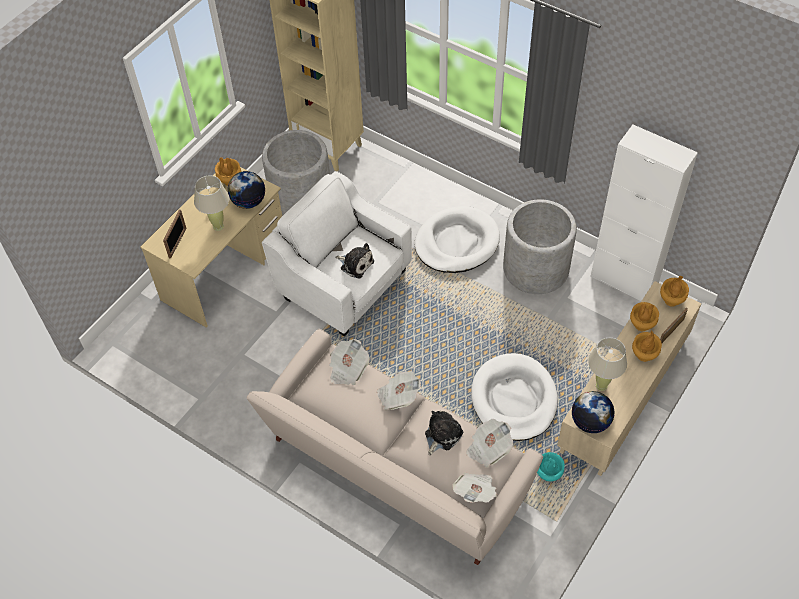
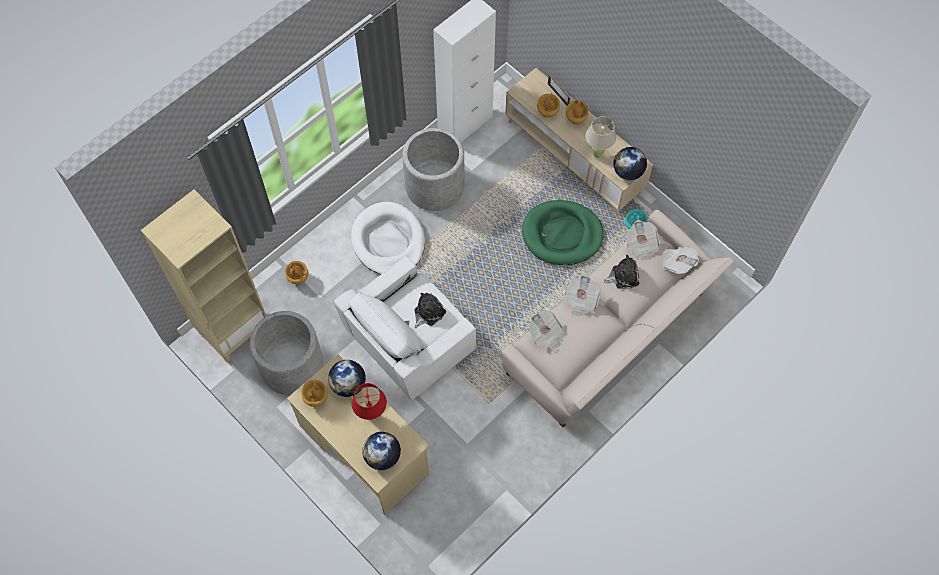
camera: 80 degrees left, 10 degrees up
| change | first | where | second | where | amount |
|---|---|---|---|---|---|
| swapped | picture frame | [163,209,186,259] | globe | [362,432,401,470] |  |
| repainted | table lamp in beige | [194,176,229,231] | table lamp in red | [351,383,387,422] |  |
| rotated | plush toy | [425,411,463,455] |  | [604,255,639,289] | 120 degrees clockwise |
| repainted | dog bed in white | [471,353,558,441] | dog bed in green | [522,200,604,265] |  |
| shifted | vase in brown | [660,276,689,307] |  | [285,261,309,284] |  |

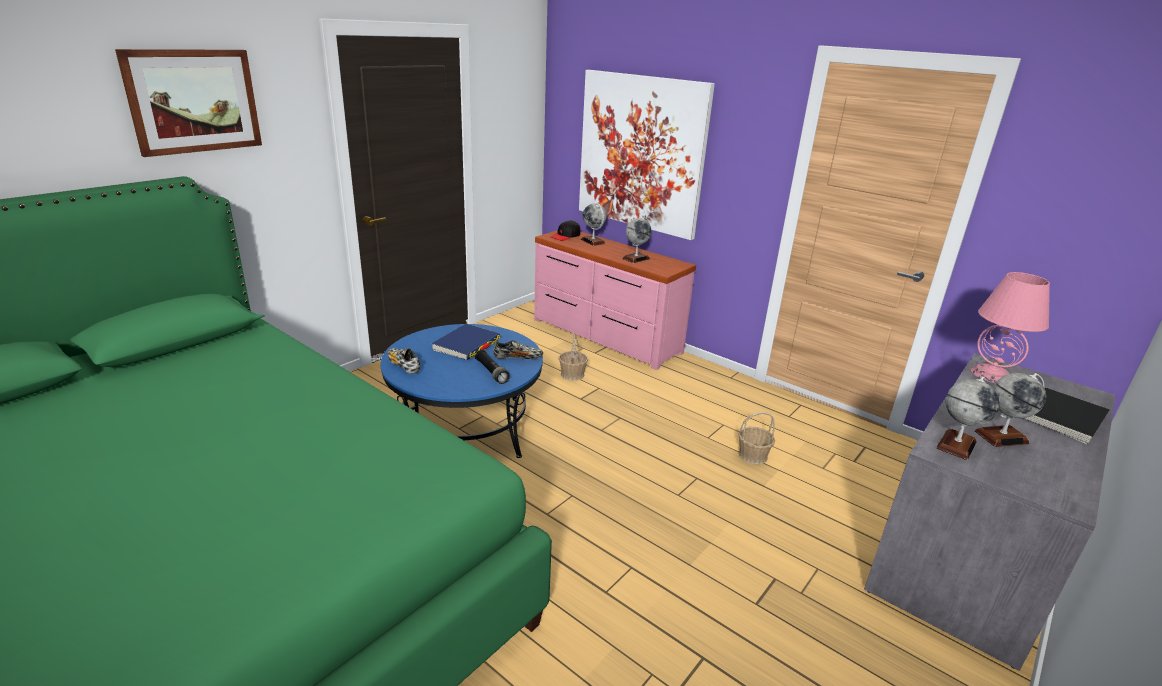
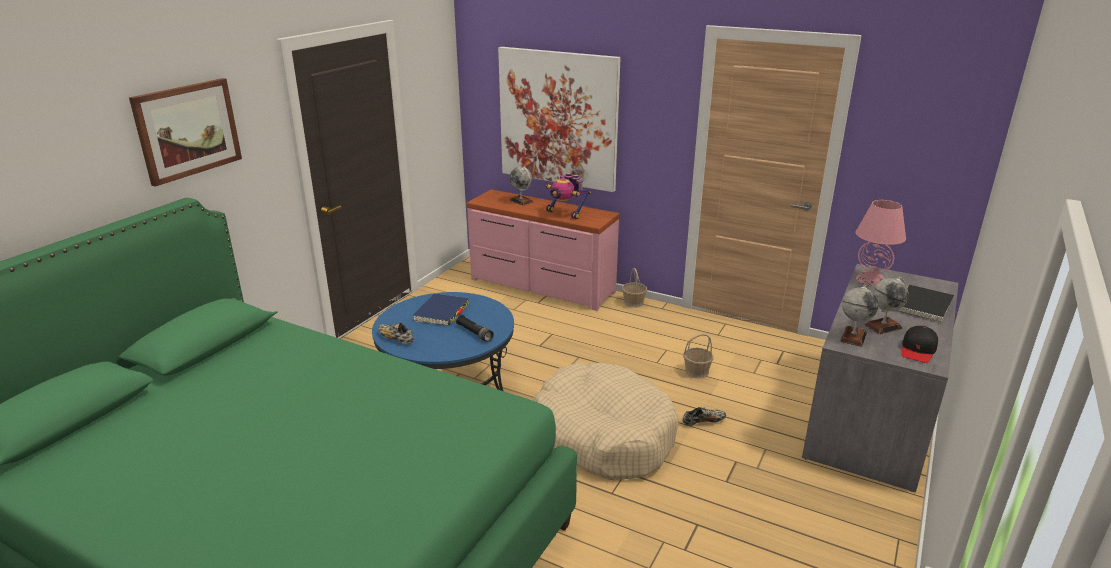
camera: 10 degrees left, 0 degrees up
| change | first | where | second | where | amount |
|---|---|---|---|---|---|
| shifted | shoe | [493,340,543,359] |  | [682,407,726,426] |  |
| shifted | cap in black | [551,220,580,241] |  | [901,326,938,363] |  |
| shifted | basket | [559,334,588,381] |  | [622,268,647,308] |  |
| swapped | globe | [622,216,652,263] | toy robot | [546,173,591,219] |  |
| new |  |  | dog bed in beige | [533,362,679,480] |  |

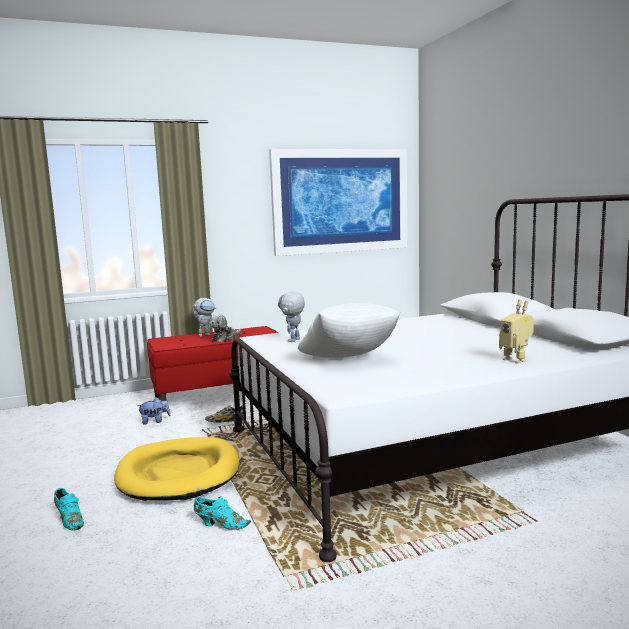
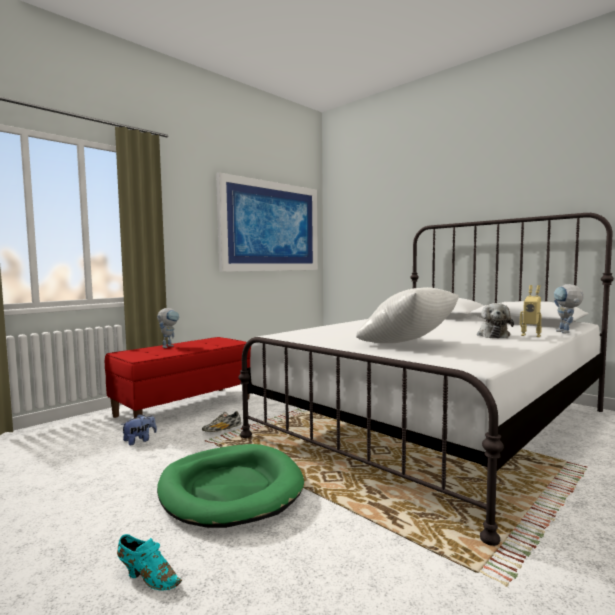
camera: 25 degrees left, 5 degrees down
| change | first | where | second | where | amount |
|---|---|---|---|---|---|
| repainted | dog bed in yellow | [114,437,239,501] | dog bed in green | [157,444,304,528] |  |
| gone | shoe in turquoise | [194,496,251,530] |  |  |  |
| shifted | plush toy | [210,314,242,342] |  | [477,303,514,338] |  |
| shifted | toy robot | [278,291,305,342] |  | [554,284,584,333] |  |

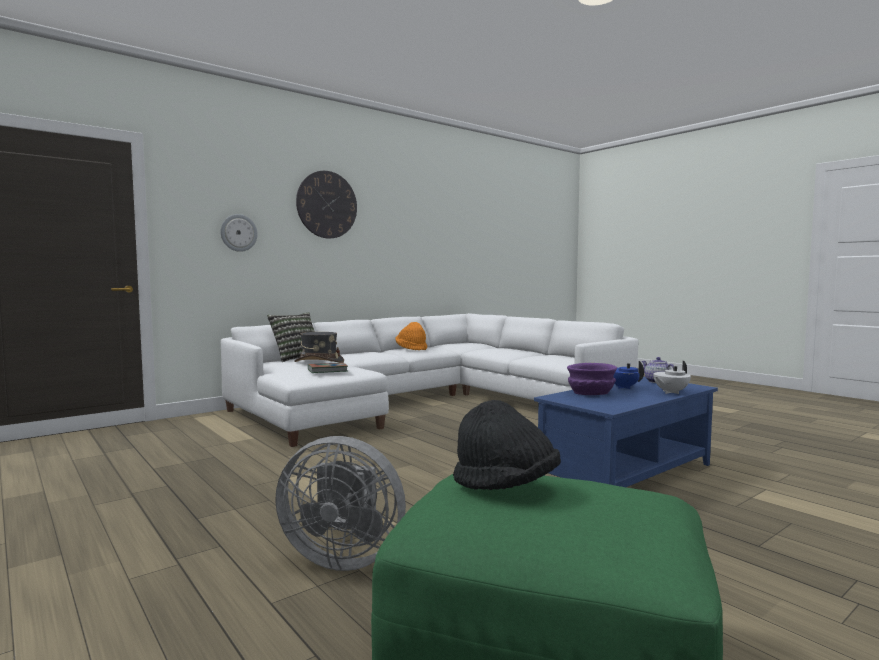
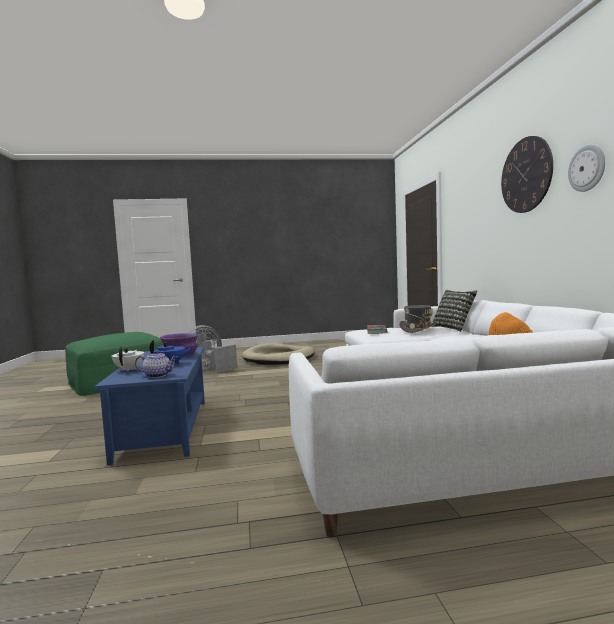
camera: 120 degrees right, 0 degrees up
| change | first | where | second | where | amount |
|---|---|---|---|---|---|
| shifted | wall clock | [221,214,258,252] |  | [568,145,605,192] |  |
| gone | hat in black | [453,400,561,490] |  |  |  |
| new |  |  | dog bed in beige | [242,343,315,365] |  |

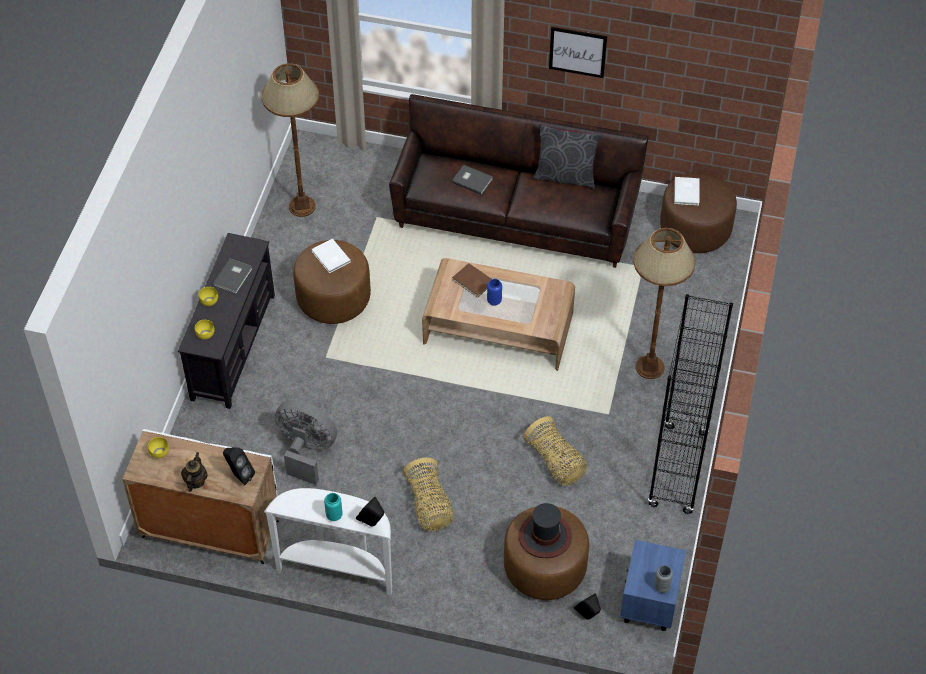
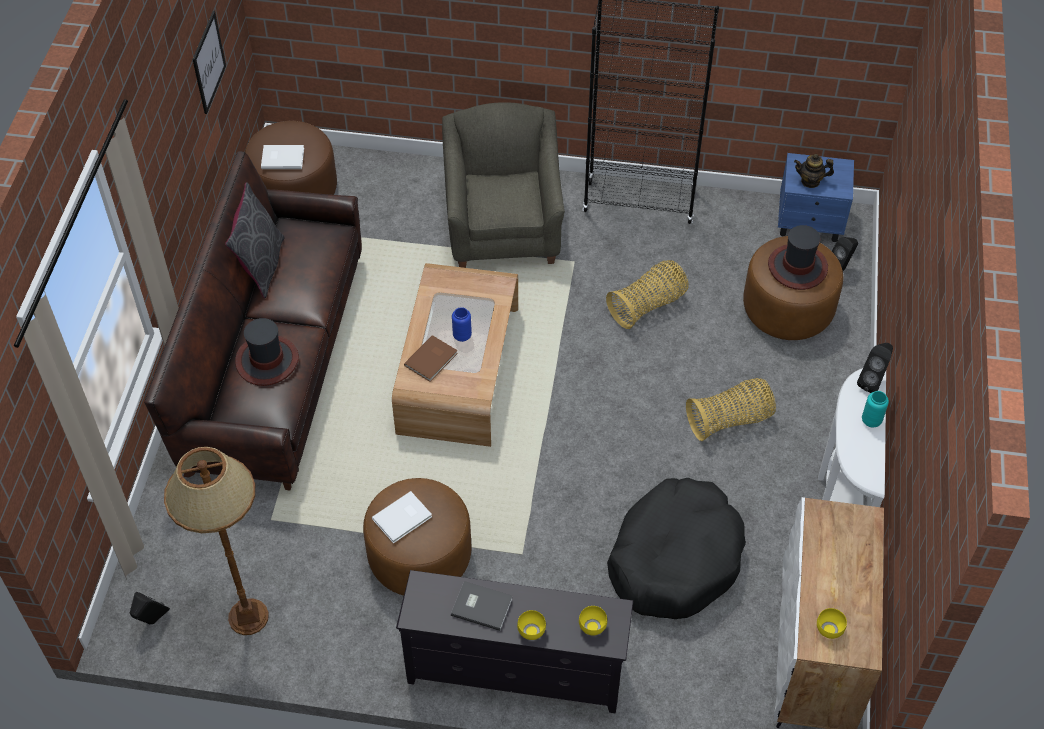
camera: 95 degrees left, 0 degrees up
| change | first | where | second | where | amount |
|---|---|---|---|---|---|
| shifted | teapot | [181,452,208,492] |  | [794,154,834,188] |  |
| shifted | speaker in black | [223,447,255,485] |  | [130,592,170,624] |  |
| swapped | fan in grey | [275,400,337,485] | dog bed in black | [607,478,746,619] |  |
| swapped | book in grey | [452,165,493,195] | hat | [235,318,299,386] |  |
| shifted | picture | [549,27,607,78] |  | [192,11,226,114] |  |
| swapped | floor lamp in brown | [633,228,696,379] | armchair in grey | [442,102,565,268] |  |
| gone | vase in grey | [654,565,673,593] |  |  |  |

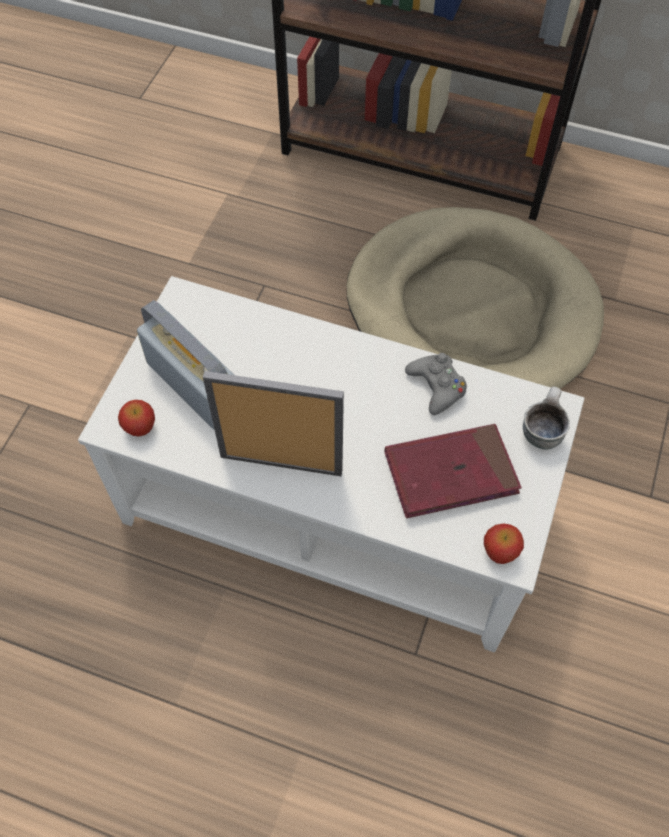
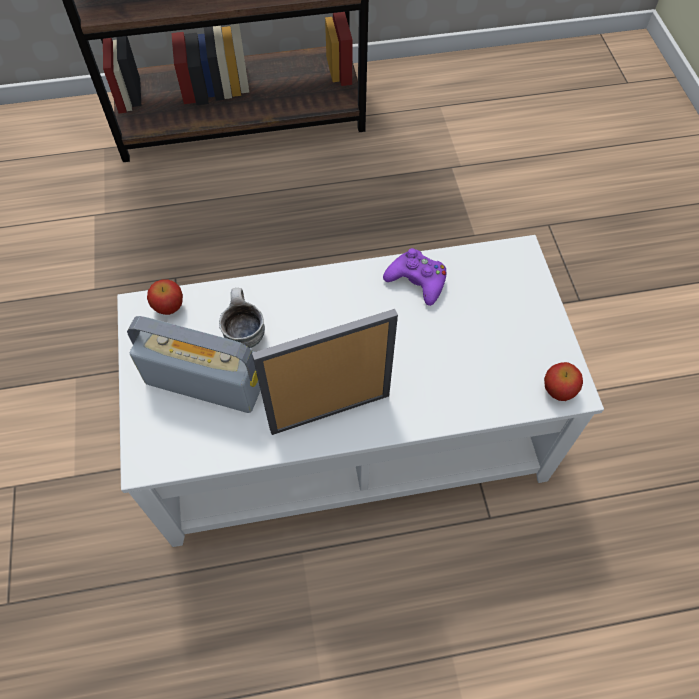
camera: 30 degrees left, 0 degrees up
| change | first | where | second | where | amount |
|---|---|---|---|---|---|
| shifted | apple | [118,400,155,436] |  | [147,279,183,315] |  |
| gone | dog bed in beige | [347,207,604,389] |  |  |  |
| gone | book in red | [384,424,522,518] |  |  |  |
| repainted | game controller in grey | [405,353,467,415] | game controller in purple | [383,248,446,306] |  |
| shifted | mug | [523,387,570,449] |  | [219,288,265,348] |  |

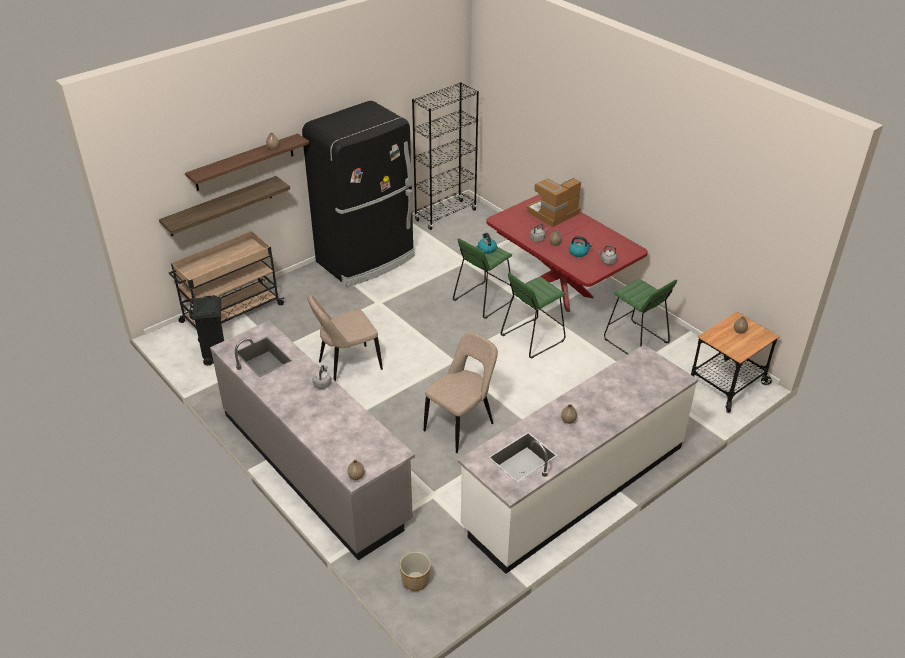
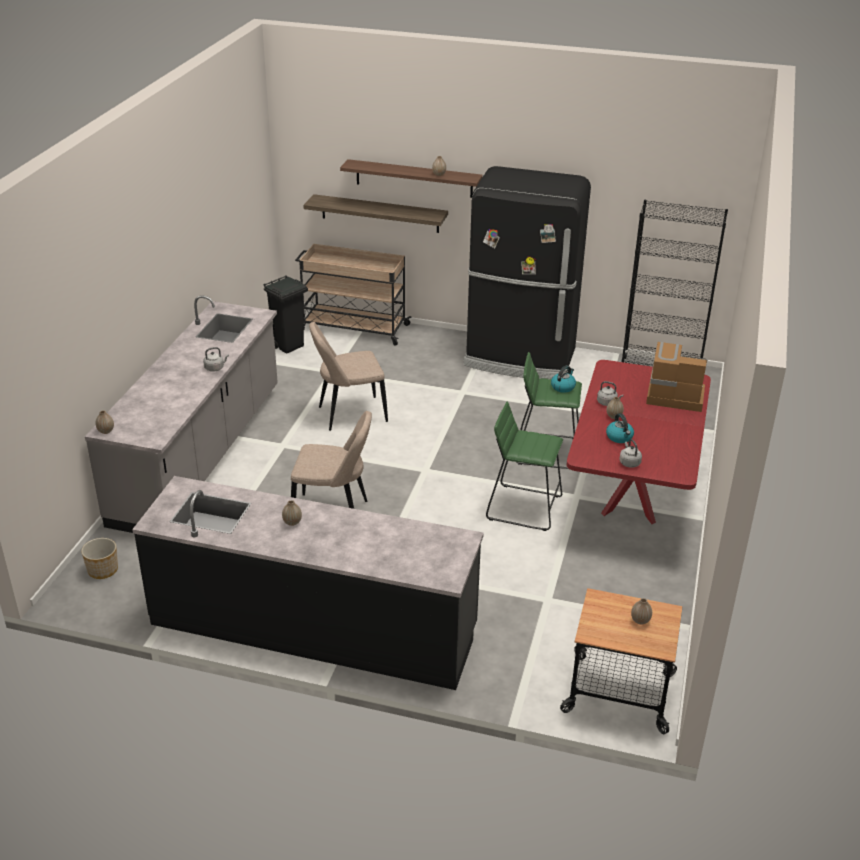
camera: 55 degrees right, 5 degrees down
| change | first | where | second | where | amount |
|---|---|---|---|---|---|
| rotated | chair in beige | [307,295,383,381] |  | [309,322,388,431] | 45 degrees counterclockwise |
| repainted | counter in white | [458,345,698,574] | counter in black | [132,476,484,690] |  |
| gone | stool in green | [604,279,677,355] |  |  |  |

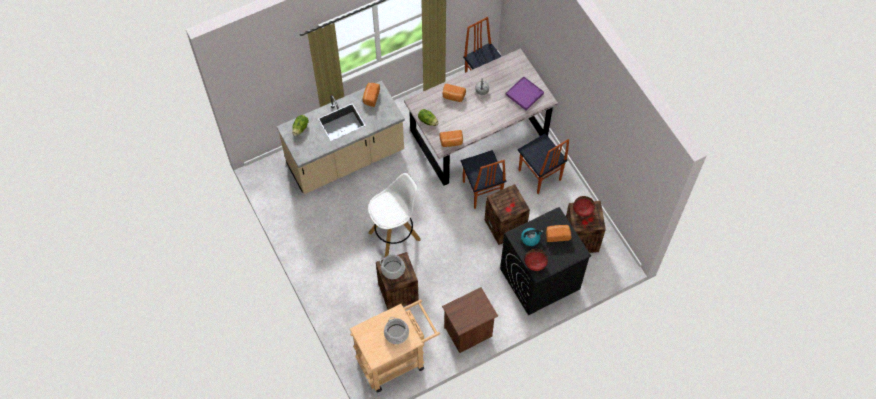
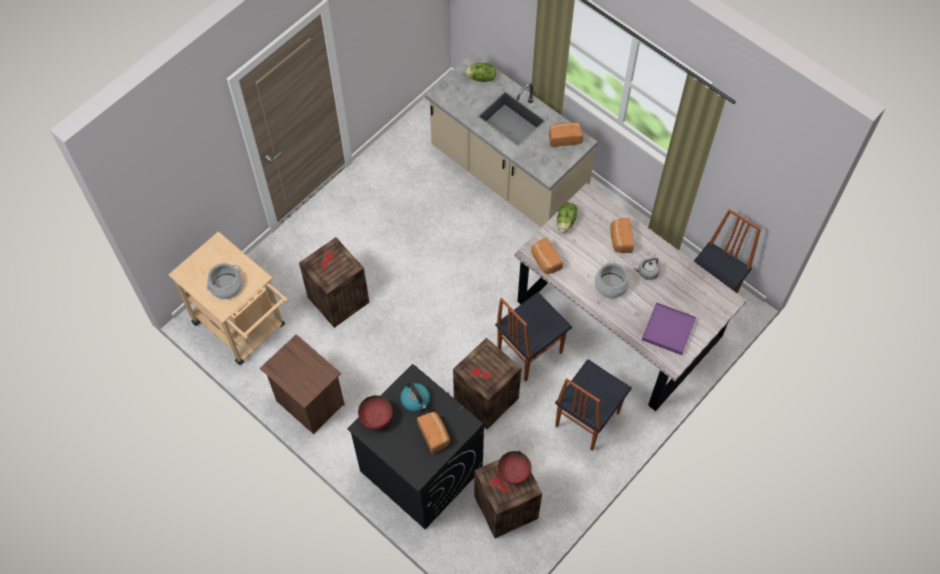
camera: 70 degrees right, 0 degrees up
| change | first | where | second | where | amount |
|---|---|---|---|---|---|
| gone | stool in white | [368,173,421,257] |  |  |  |
| shifted | cooking pot | [380,254,406,279] |  | [595,260,629,299] |  |

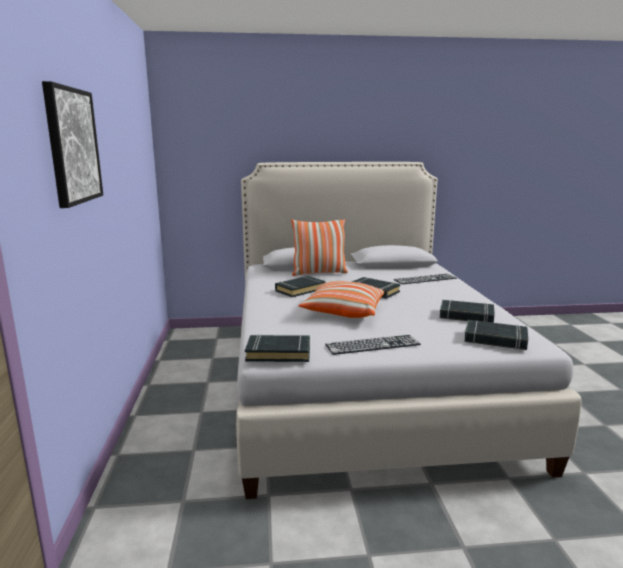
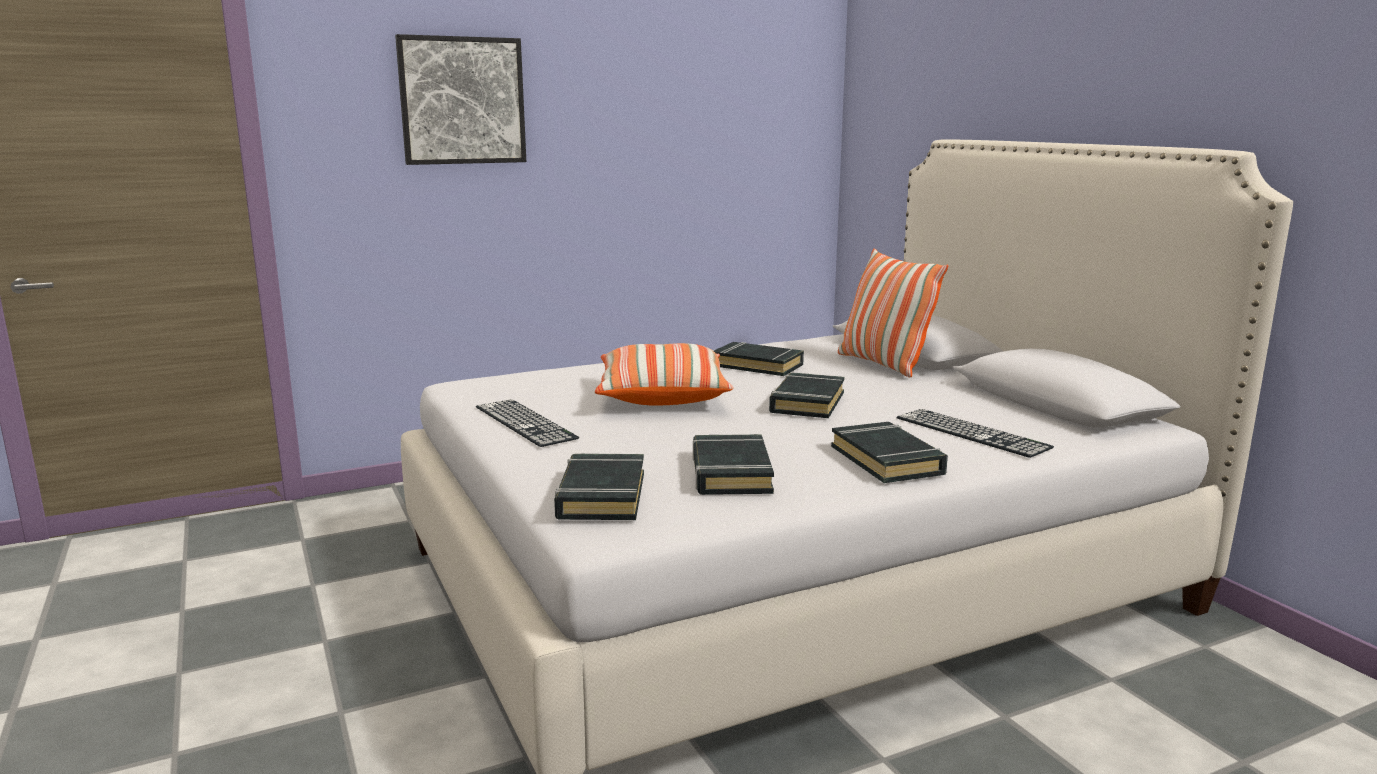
camera: 70 degrees right, 0 degrees up
| change | first | where | second | where | amount |
|---|---|---|---|---|---|
| shifted | book in black | [245,334,310,362] |  | [831,422,948,483] |  |

